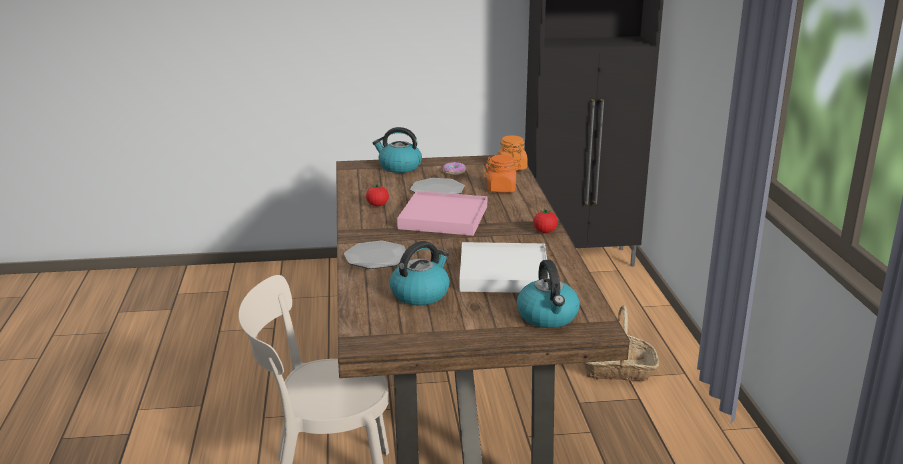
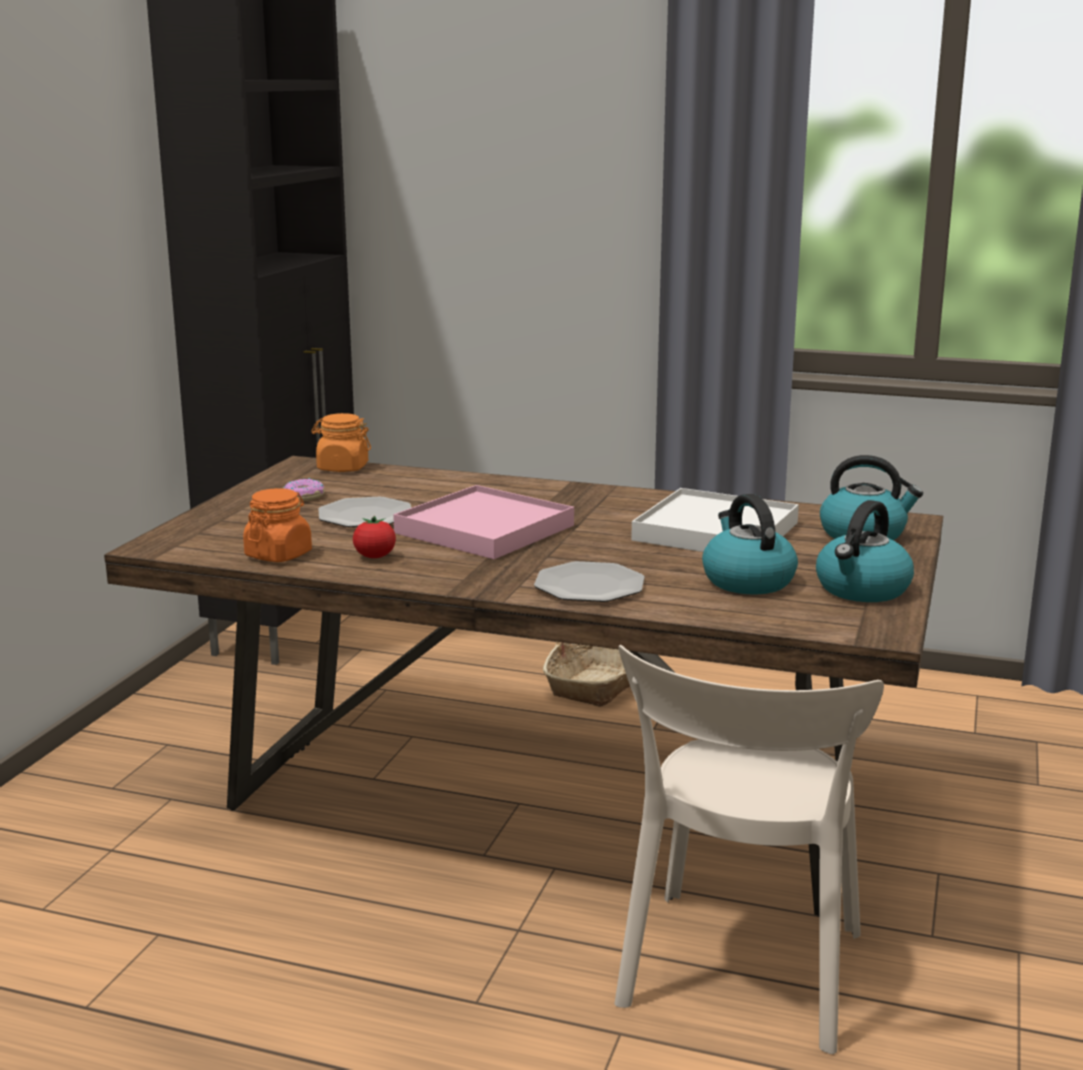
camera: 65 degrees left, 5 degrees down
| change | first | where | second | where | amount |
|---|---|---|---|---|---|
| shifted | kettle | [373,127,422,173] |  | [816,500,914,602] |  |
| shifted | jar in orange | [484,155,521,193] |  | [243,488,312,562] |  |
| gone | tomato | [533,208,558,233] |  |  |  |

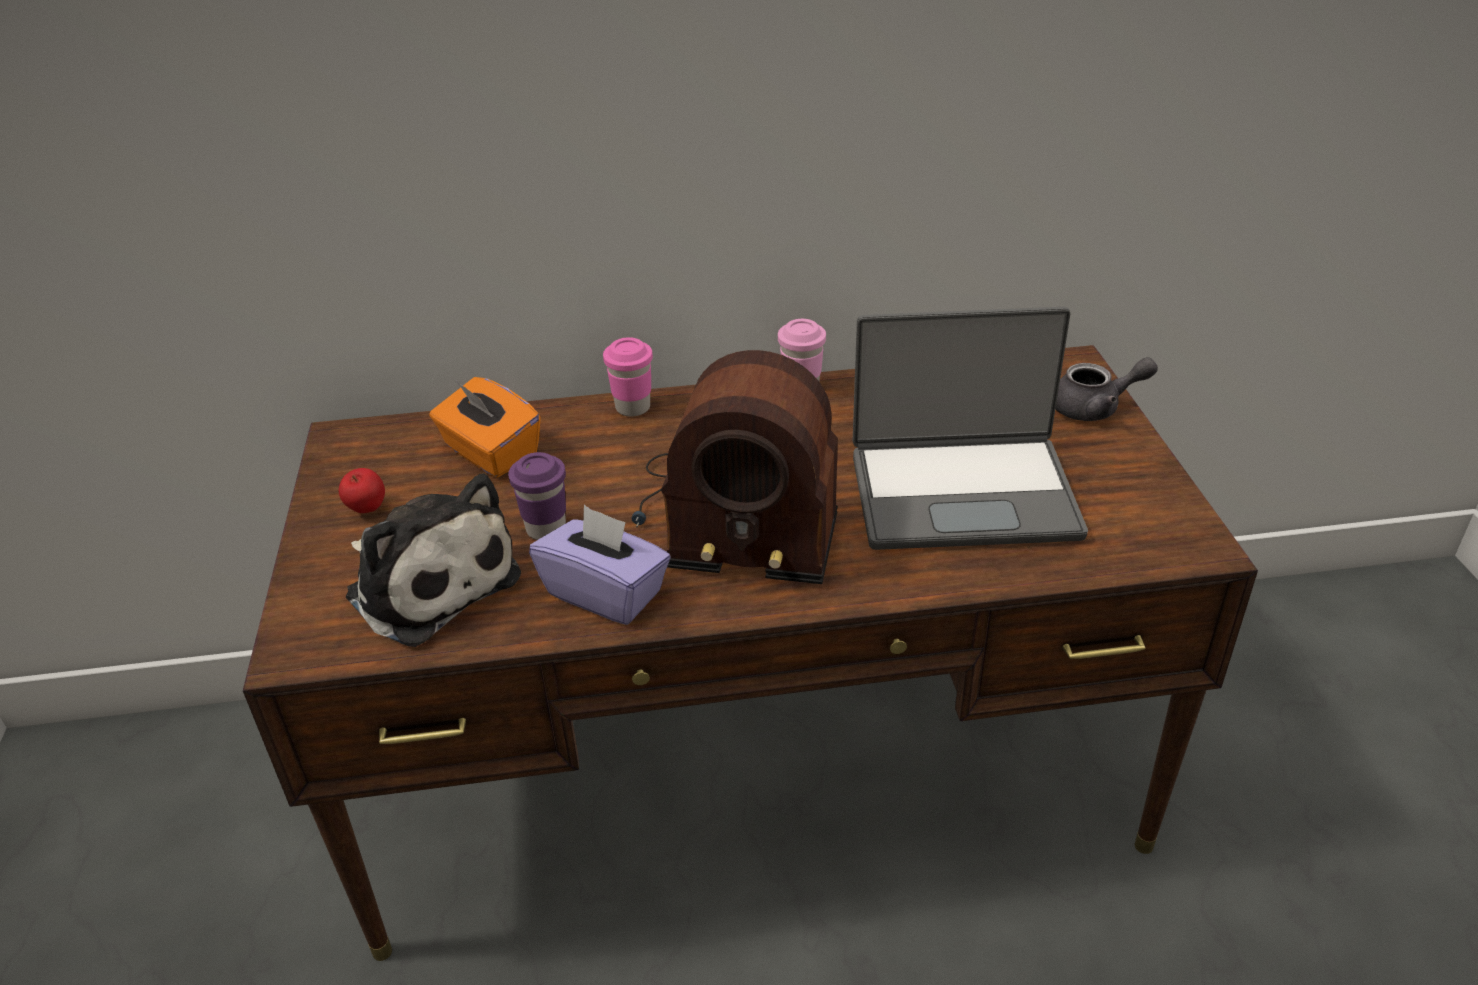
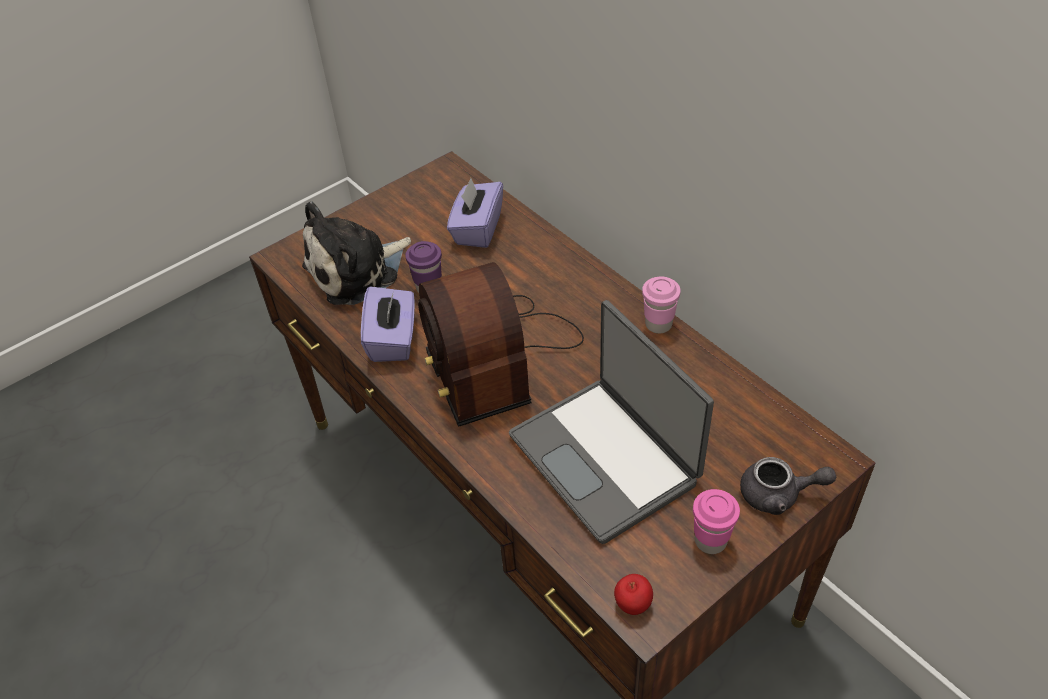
camera: 60 degrees right, 10 degrees up
| change | first | where | second | where | amount |
|---|---|---|---|---|---|
| shifted | apple | [339,468,385,513] |  | [614,574,653,615] |  |
| rotated | plush toy | [346,473,521,647] |  | [302,201,411,305] | 45 degrees clockwise |
| repainted | tissue box in orange | [430,377,541,478] | tissue box in purple | [447,178,503,248] |  |
| shifted | cup in pink | [603,337,653,417] |  | [693,489,740,554] |  |
| rotated | teapot in grey | [1056,357,1158,421] |  | [740,457,836,515] | 45 degrees counterclockwise |

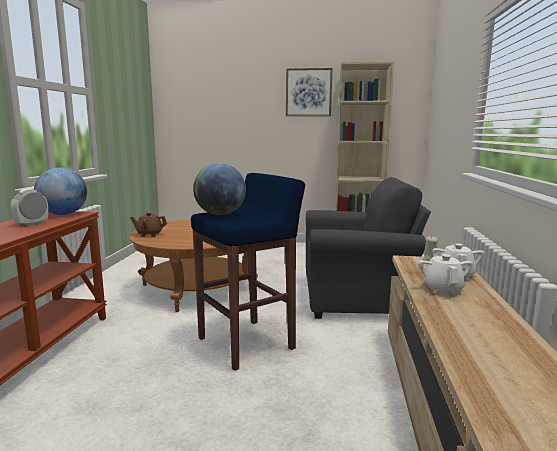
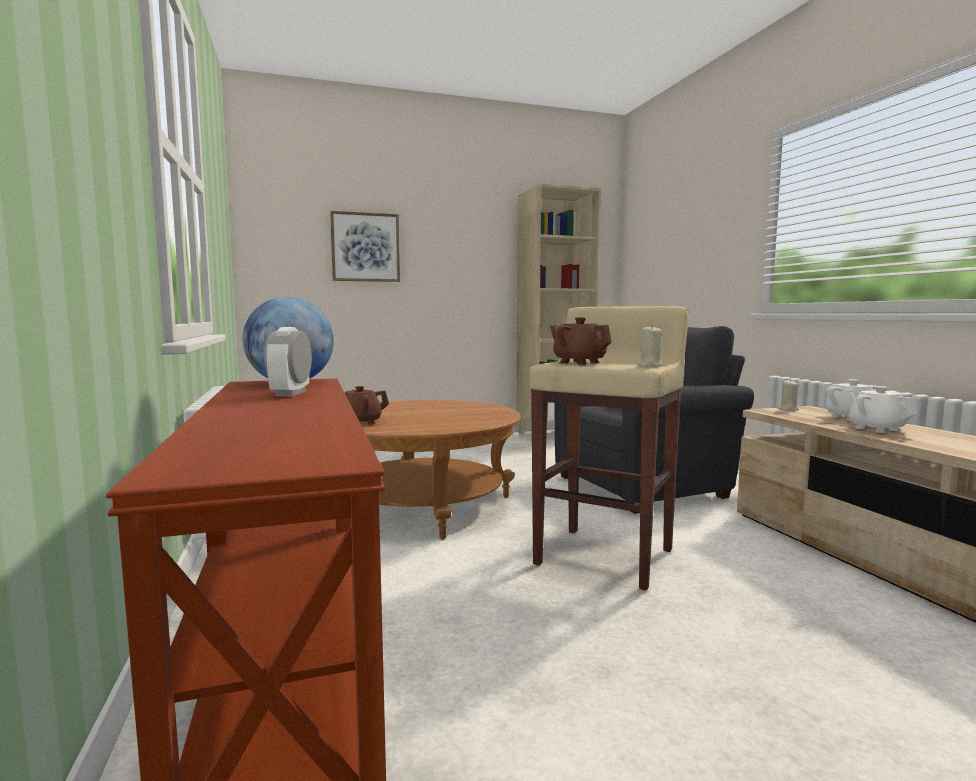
camera: 25 degrees left, 5 degrees down
| change | first | where | second | where | amount |
|---|---|---|---|---|---|
| repainted | stool in blue | [191,173,305,371] | stool in beige | [529,306,689,590] |  |
| swapped | globe | [193,163,246,215] | teapot in brown | [550,317,612,365] |  |
| shifted | picture | [286,68,332,116] |  | [330,211,400,282] |  |
| new |  |  | candle in beige | [637,325,663,367] |  |

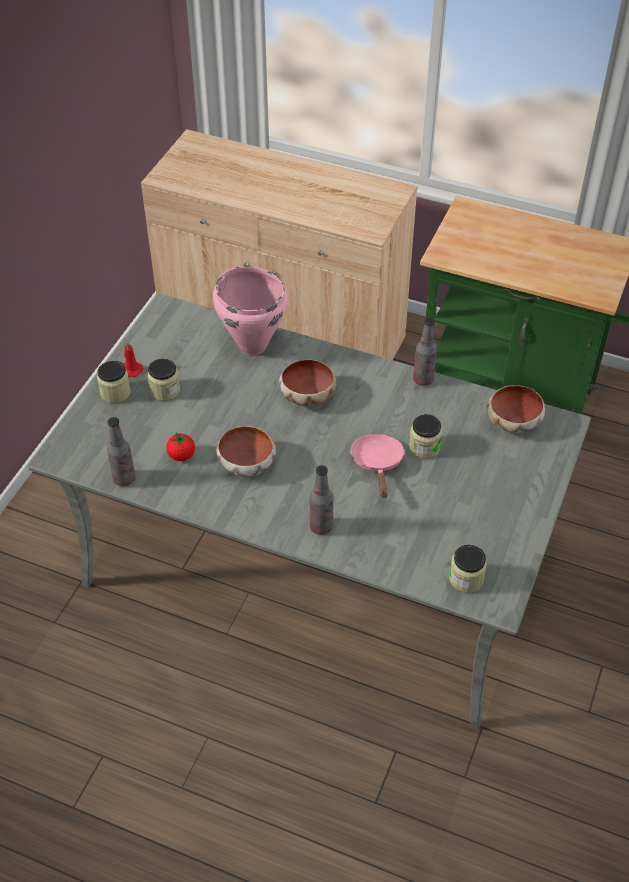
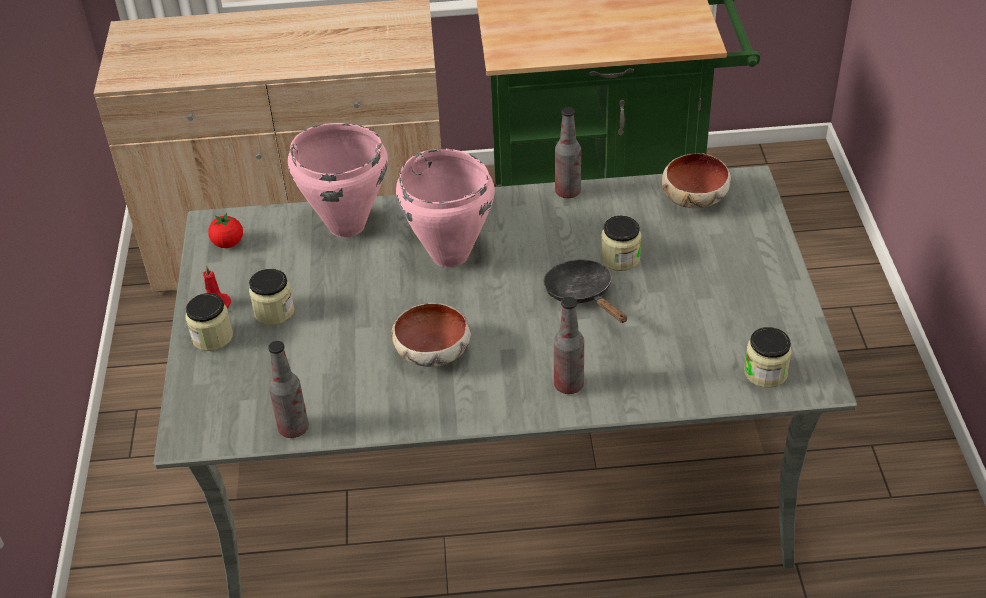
camera: 25 degrees left, 5 degrees down
| change | first | where | second | where | amount |
|---|---|---|---|---|---|
| shifted | tomato | [166,432,195,461] |  | [208,213,243,248] |  |
| swapped | bowl | [279,360,336,406] | cooking pot in pink | [396,149,495,267] |  |
| repainted | frying pan in pink | [350,434,405,498] | frying pan in black | [544,260,627,323] |  |

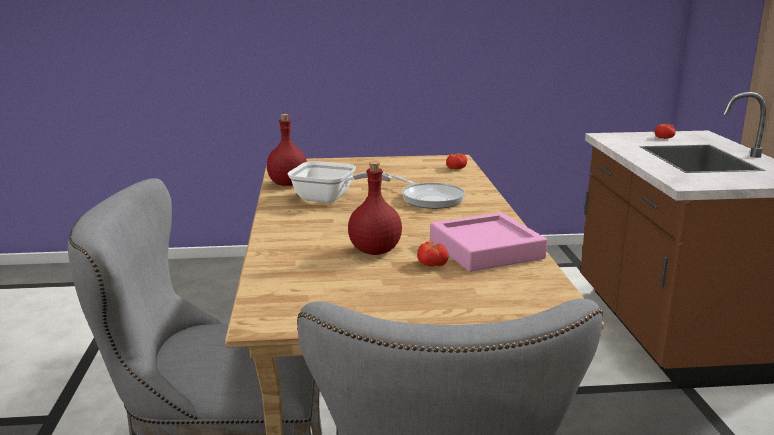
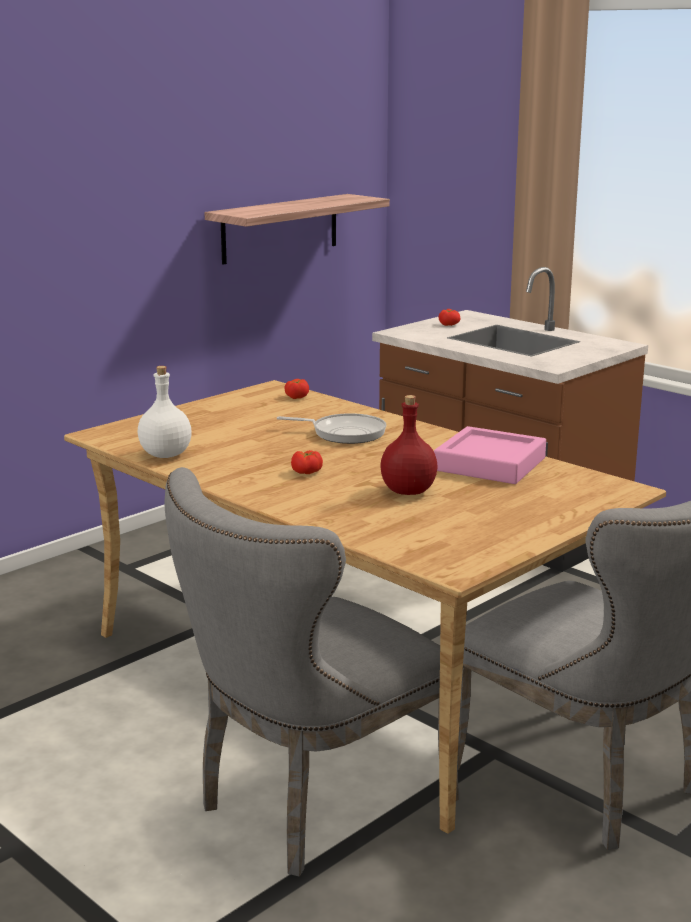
camera: 40 degrees left, 0 degrees up
| change | first | where | second | where | amount |
|---|---|---|---|---|---|
| repainted | bottle in red | [267,114,307,186] | bottle in white | [138,366,192,458] |  |
| gone | frying pan | [287,161,392,203] |  |  |  |
| shifted | tomato | [417,242,449,267] |  | [291,450,323,474] |  |
| new |  |  | shelf | [205,194,390,264] |  |

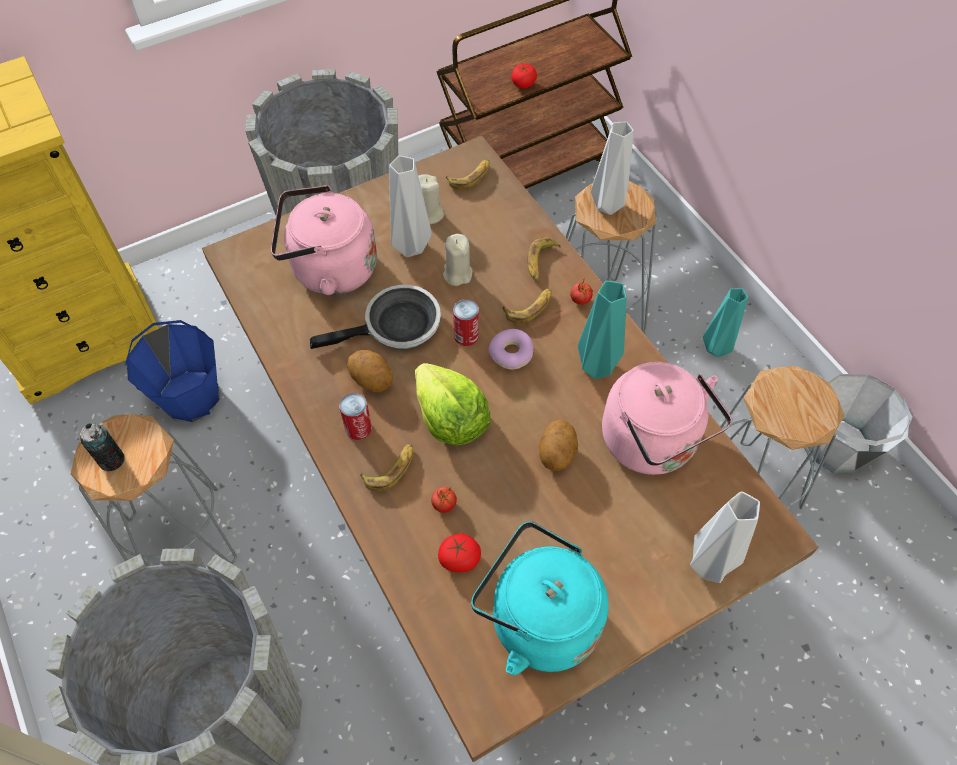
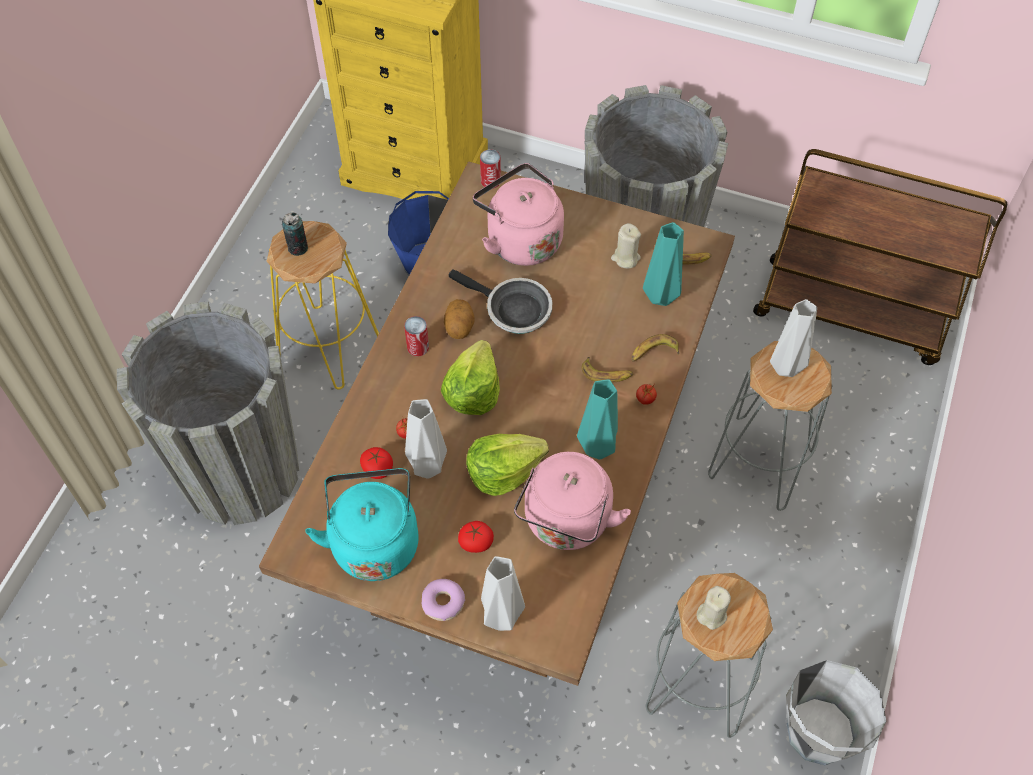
camera: 50 degrees right, 0 degrees up
| change | first | where | second | where | amount |
|---|---|---|---|---|---|
| repainted | stool in grey | [71,414,237,564] | stool in yellow | [267,221,379,390] |  |
| gone | banana | [360,443,413,491] |  |  |  |
| shifted | vase in grey | [389,156,432,257] |  | [405,399,447,478] |  |
| shifted | candle in beige | [443,234,472,286] |  | [697,586,731,630] |  |
| shifted | can | [453,299,479,346] |  | [480,149,501,189] |  |
| shifted | donut | [489,329,534,370] |  | [422,579,465,621] |  |
| shifted | tomato | [511,63,537,88] |  | [458,521,494,553] |  |
| swapped | potato | [539,420,578,471] | lettuce | [466,434,549,496] |  |
| shifted | vase in turquoise | [703,288,748,357] |  | [643,222,684,306] |  |

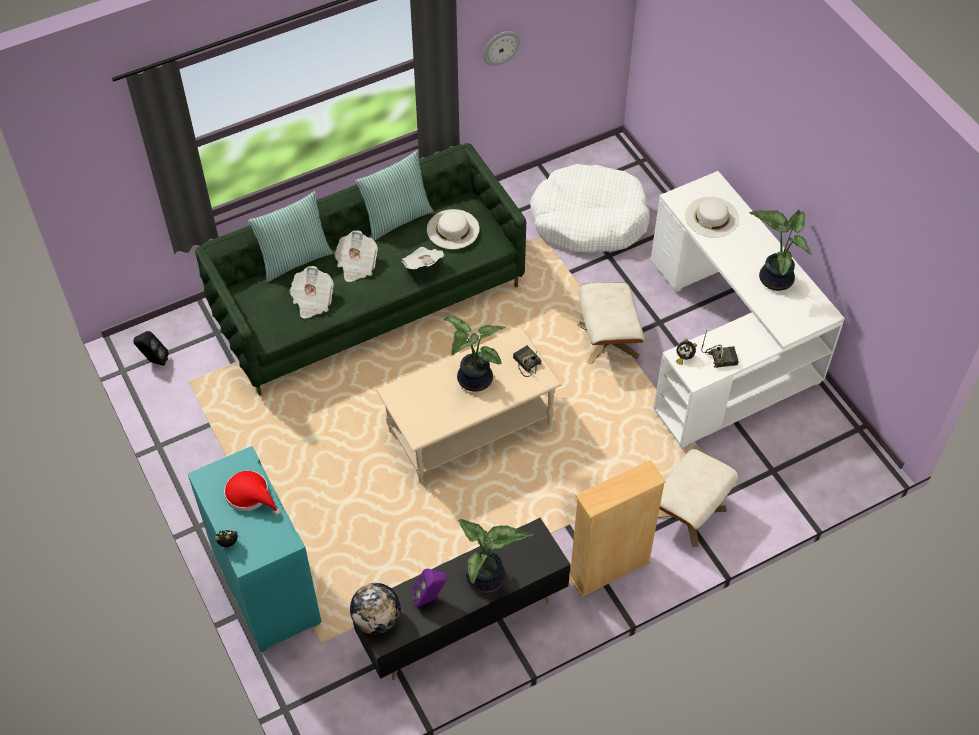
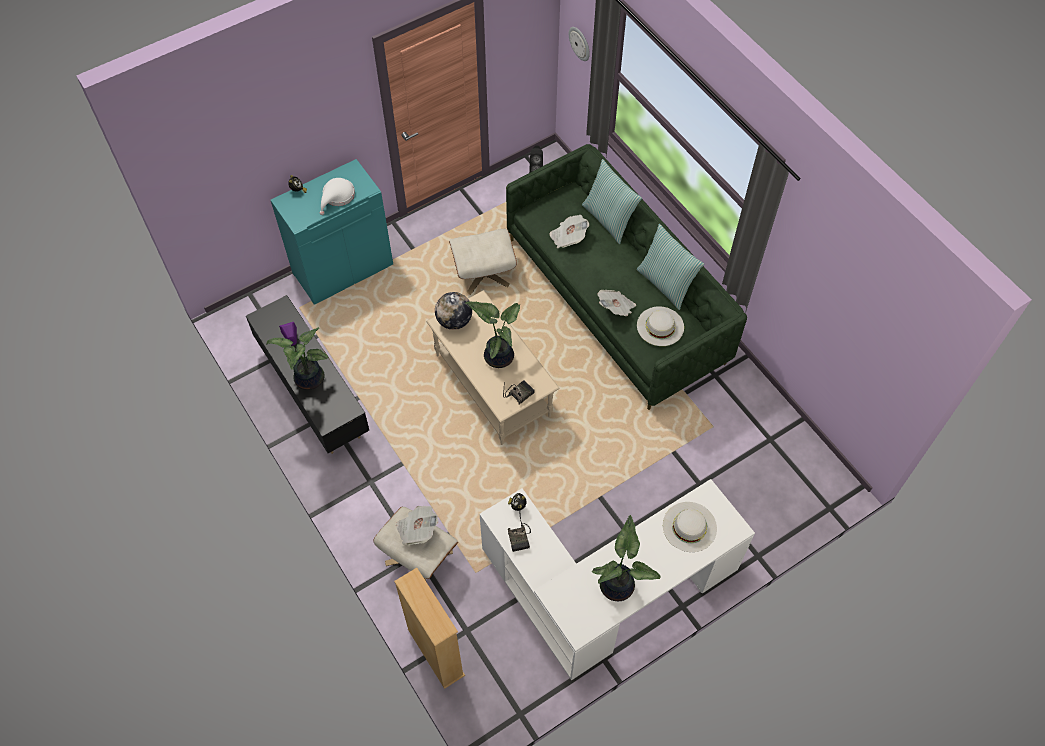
camera: 85 degrees right, 5 degrees up
| change | first | where | second | where | amount |
|---|---|---|---|---|---|
| repainted | hat in red | [224,471,280,515] | hat in white | [320,178,355,215] |  |
| shifted | newspaper | [334,230,378,282] |  | [396,506,438,545] |  |
| shifted | globe | [350,583,401,634] |  | [435,292,472,330] |  |
| shifted | wall clock | [483,31,520,66] |  | [569,27,590,61] |  |
| gone | dog bed in white | [530,164,650,253] |  |  |  |
| shifted | bookcase in beige | [569,460,666,597] |  | [394,568,465,689] |  |
| shifted | ottoman in beige | [577,282,644,364] |  | [449,229,517,295] |  |

